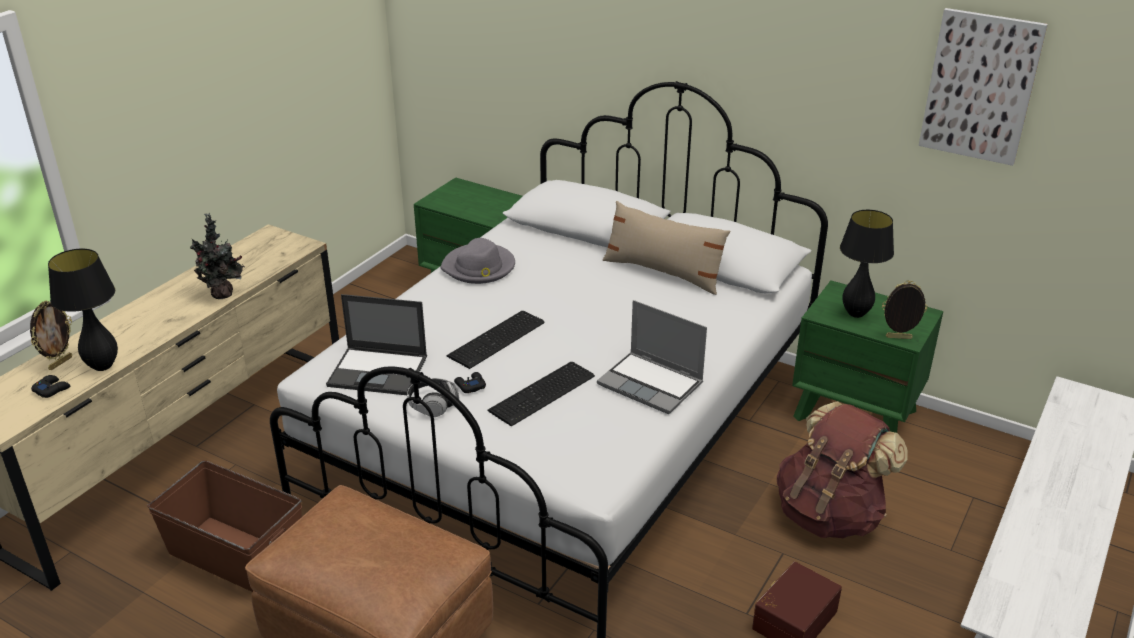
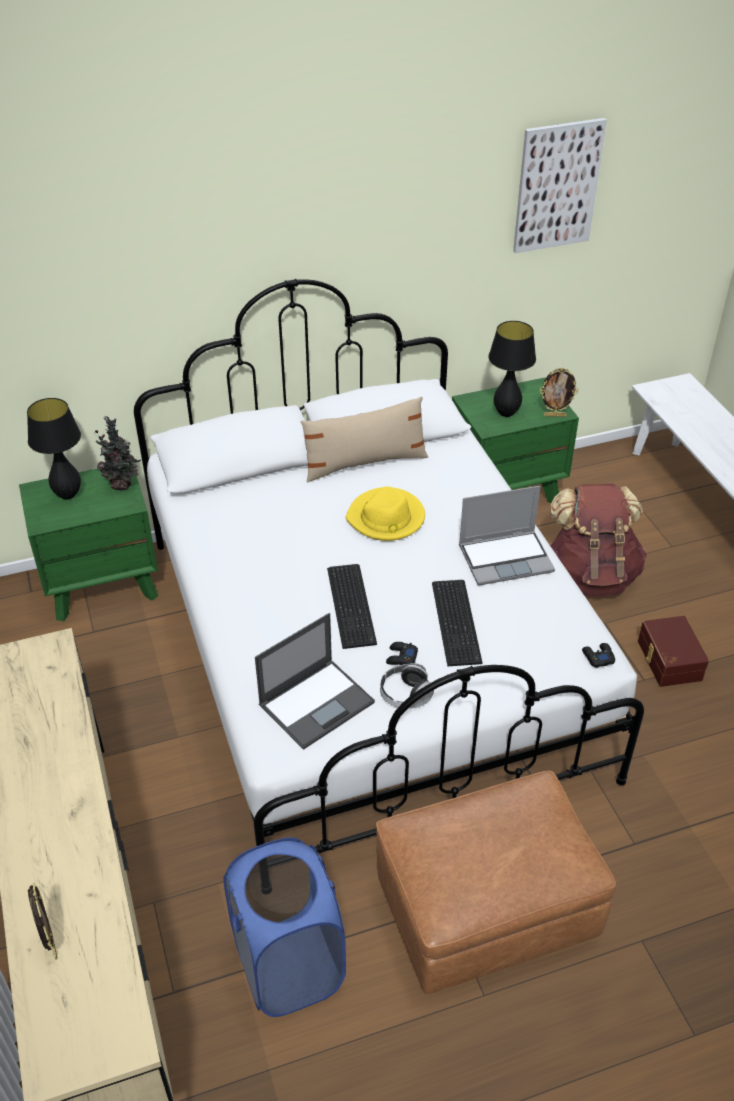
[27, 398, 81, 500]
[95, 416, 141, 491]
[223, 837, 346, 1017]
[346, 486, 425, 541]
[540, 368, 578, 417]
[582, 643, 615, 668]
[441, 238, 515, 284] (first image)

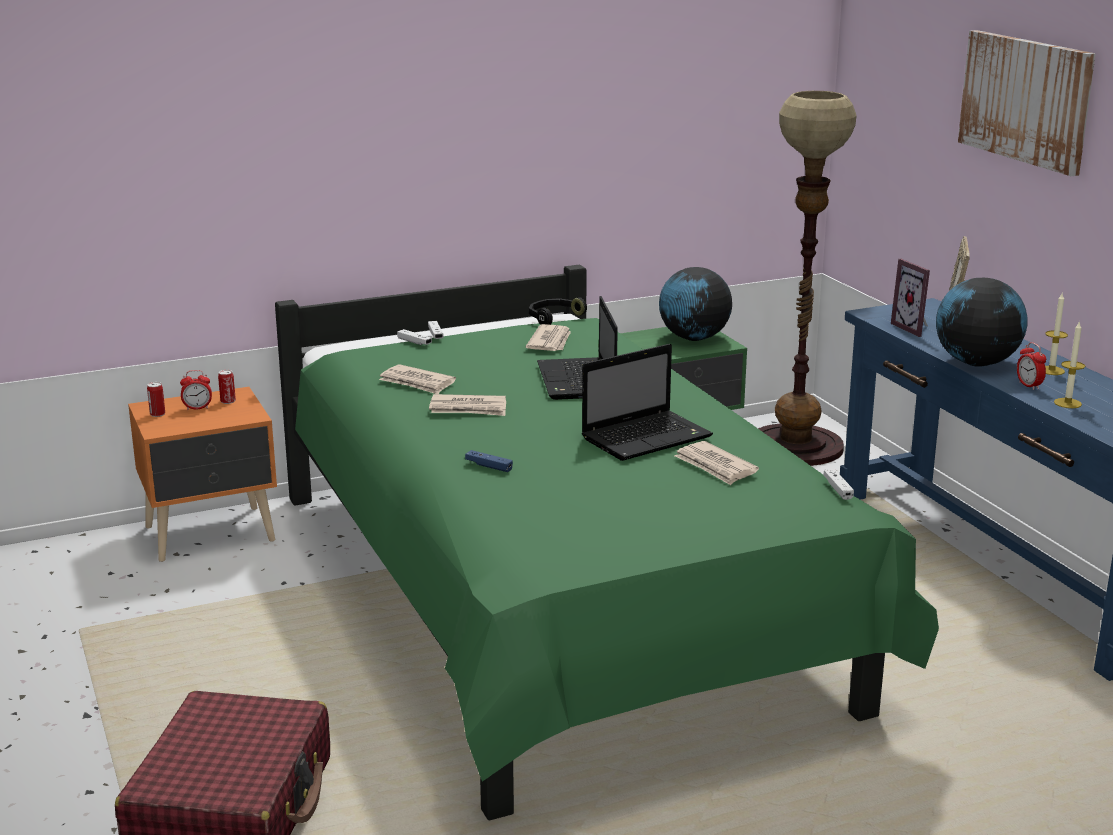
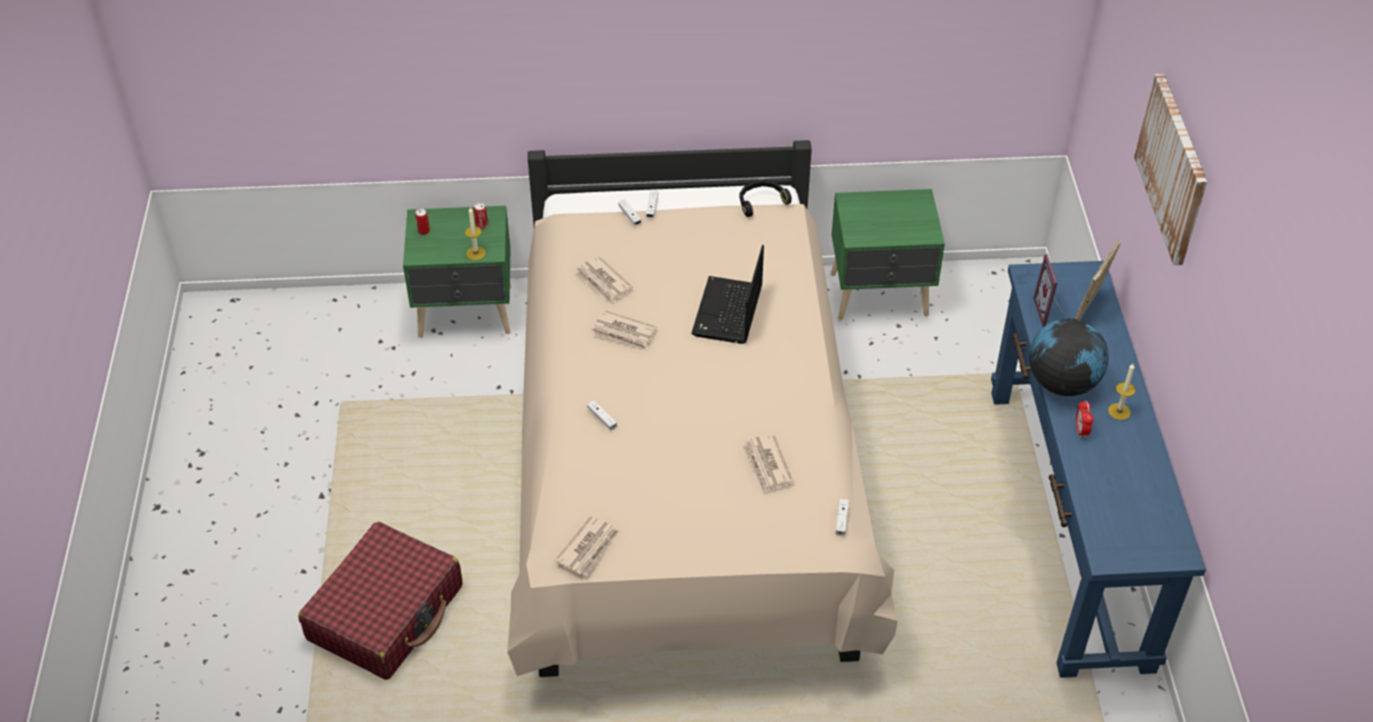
[403, 206, 511, 338]
[465, 207, 486, 260]
[507, 140, 898, 677]
[554, 515, 620, 576]
[587, 400, 617, 430]
[180, 370, 212, 410] (first image)
[582, 344, 713, 461] (first image)
[659, 267, 732, 341] (first image)
[758, 91, 857, 466] (first image)

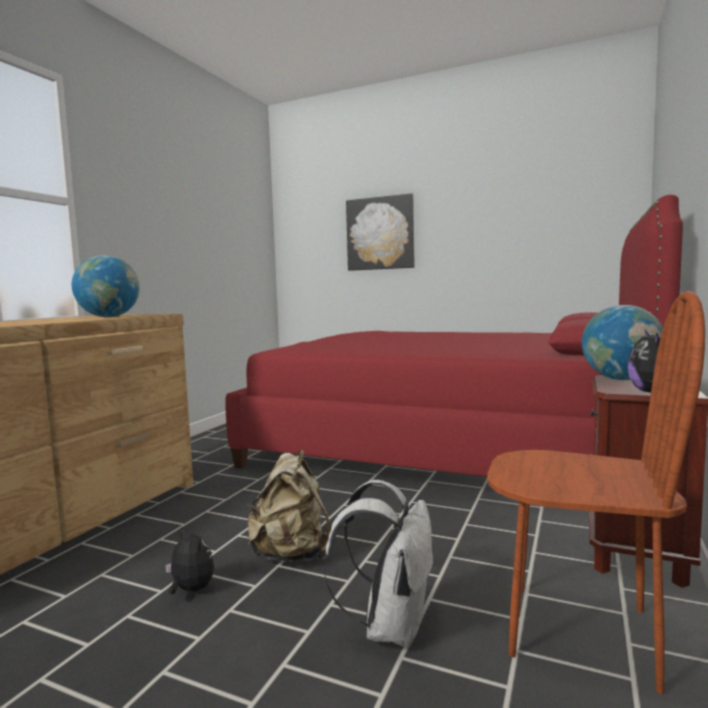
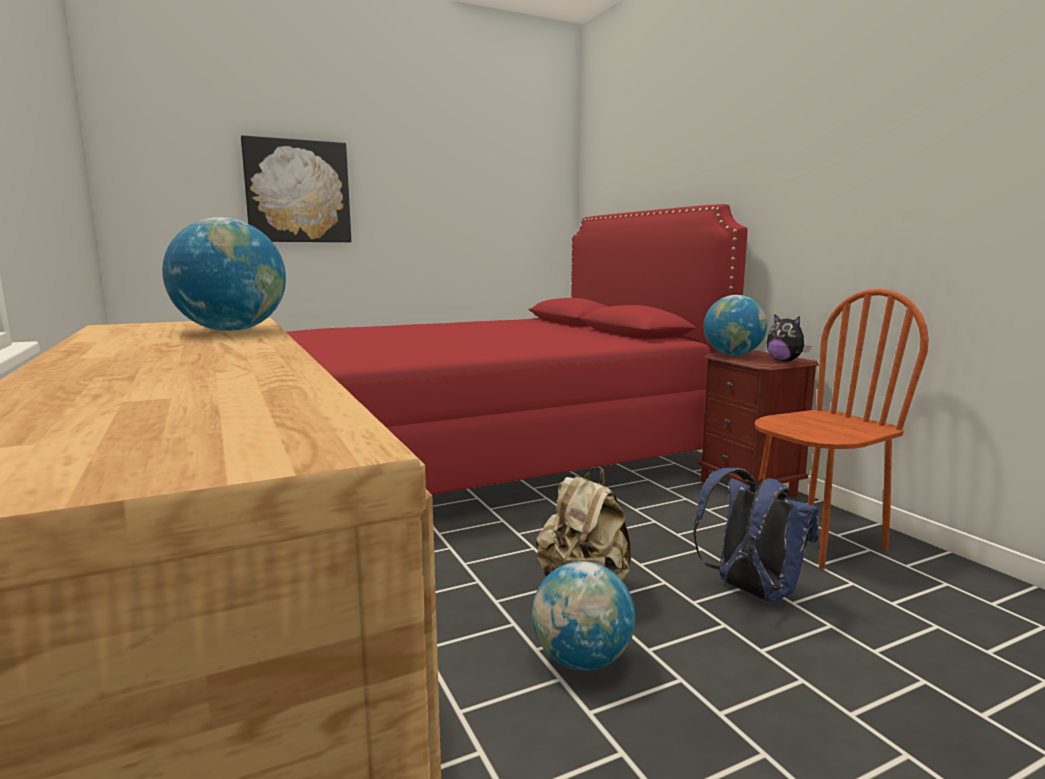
[532, 561, 635, 671]
[693, 468, 819, 602]

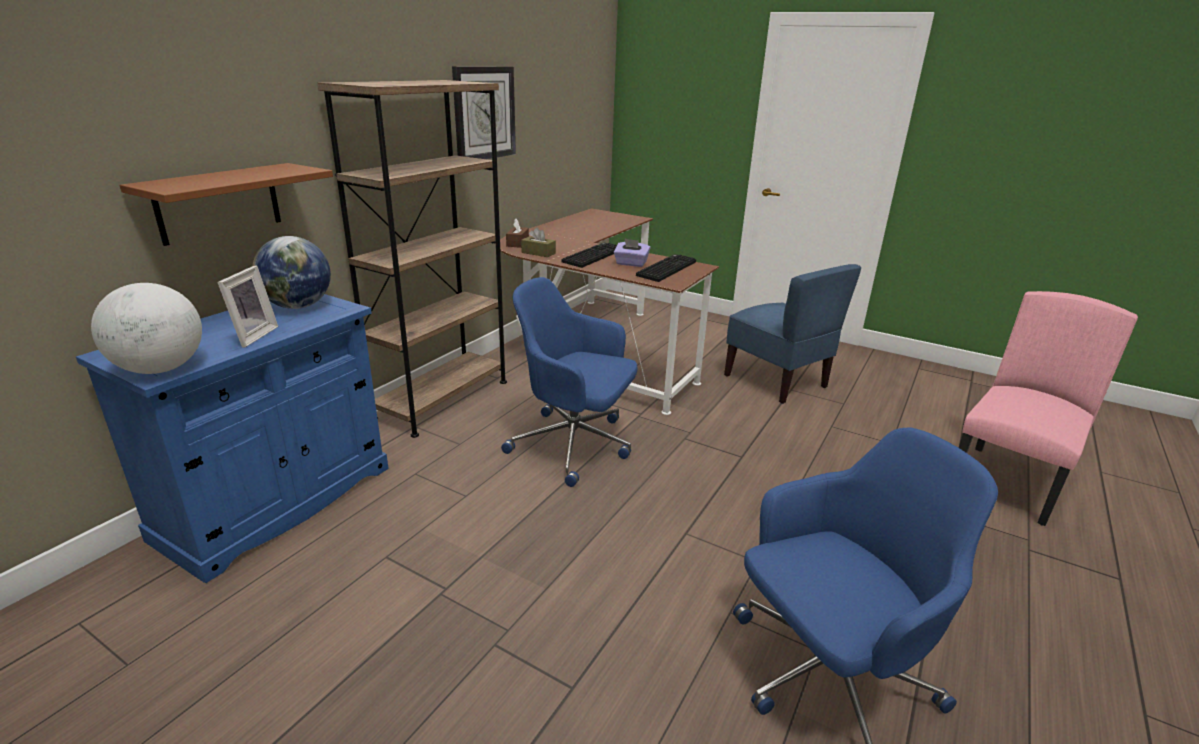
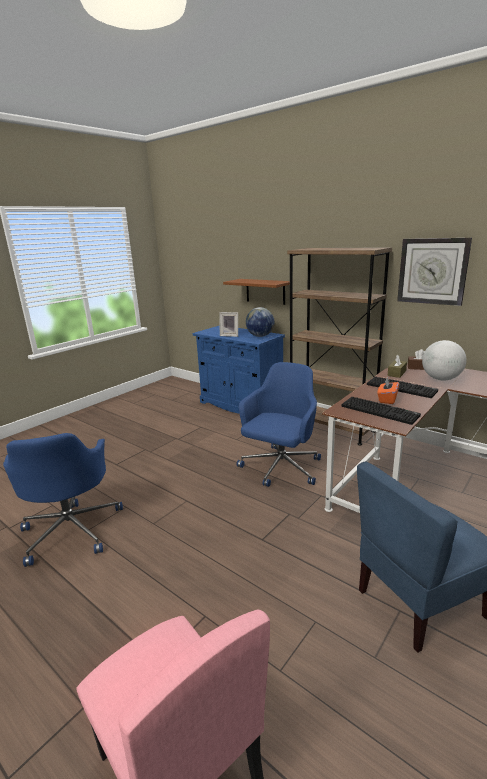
[377, 377, 399, 404]
[422, 340, 467, 380]

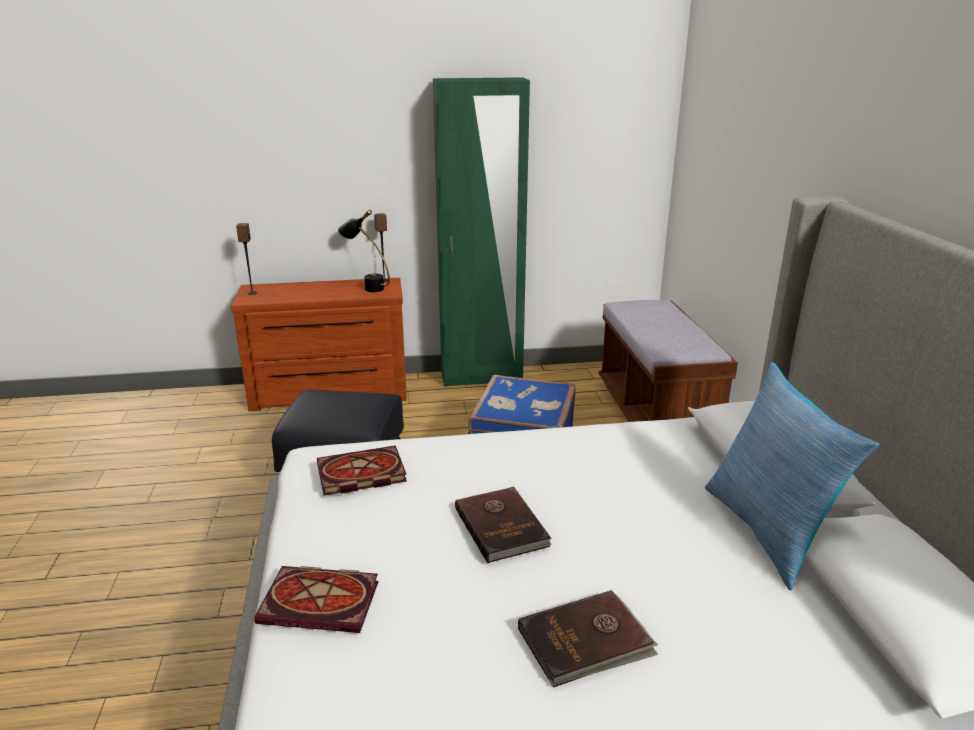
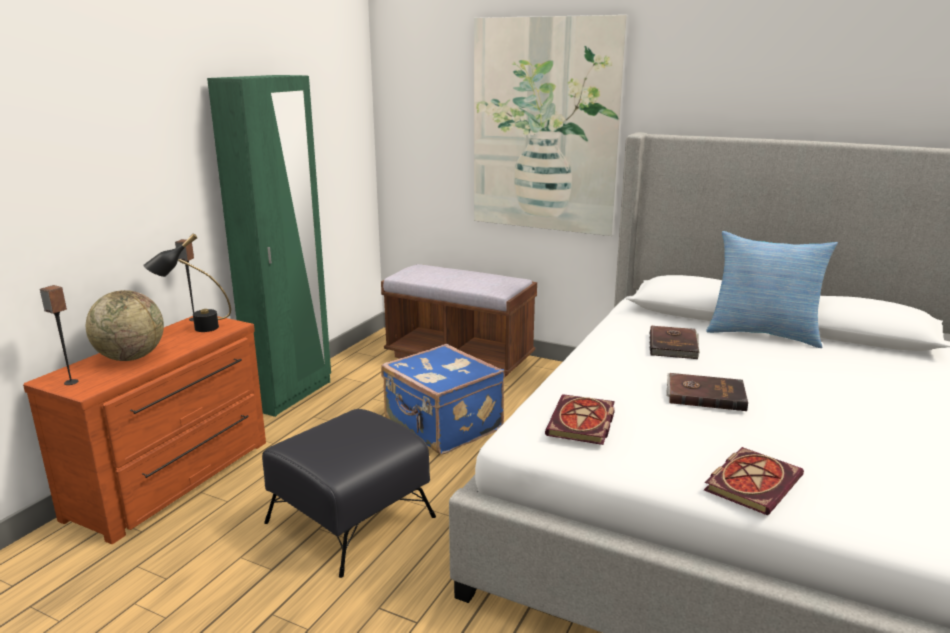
[86, 290, 164, 361]
[474, 15, 628, 236]
[650, 325, 700, 359]

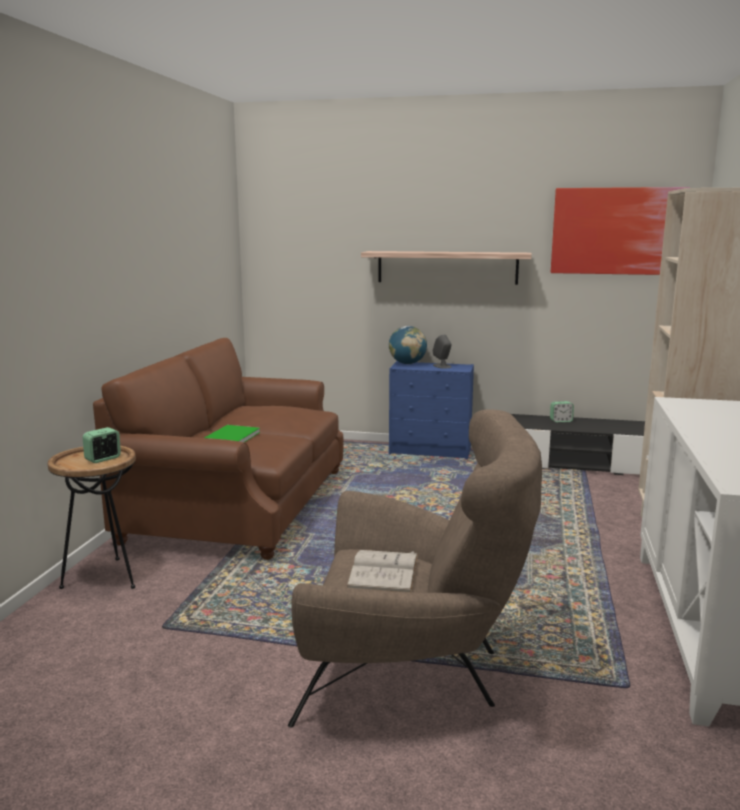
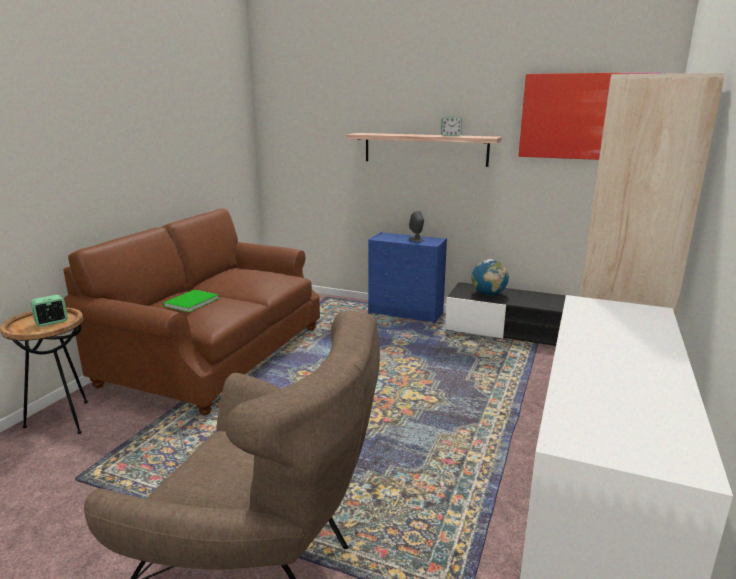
[441, 116, 462, 136]
[471, 259, 509, 296]
[346, 550, 418, 592] (first image)

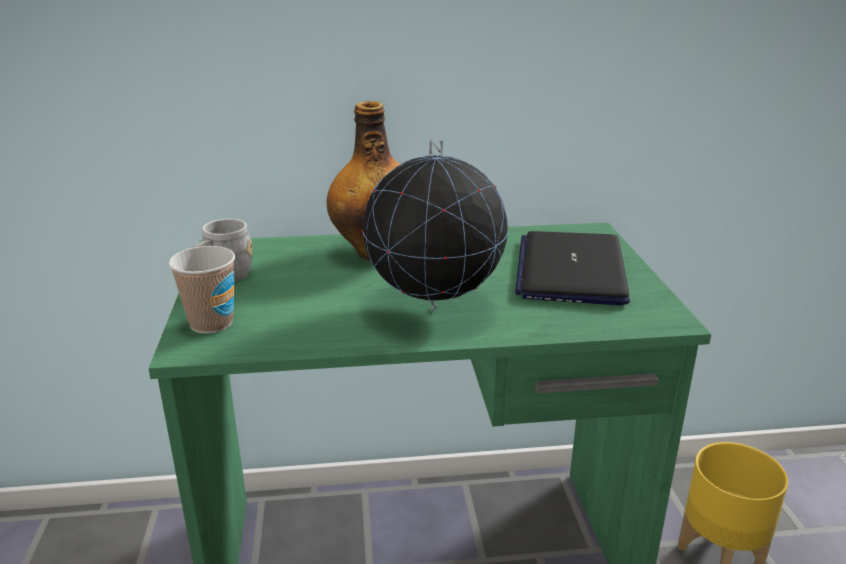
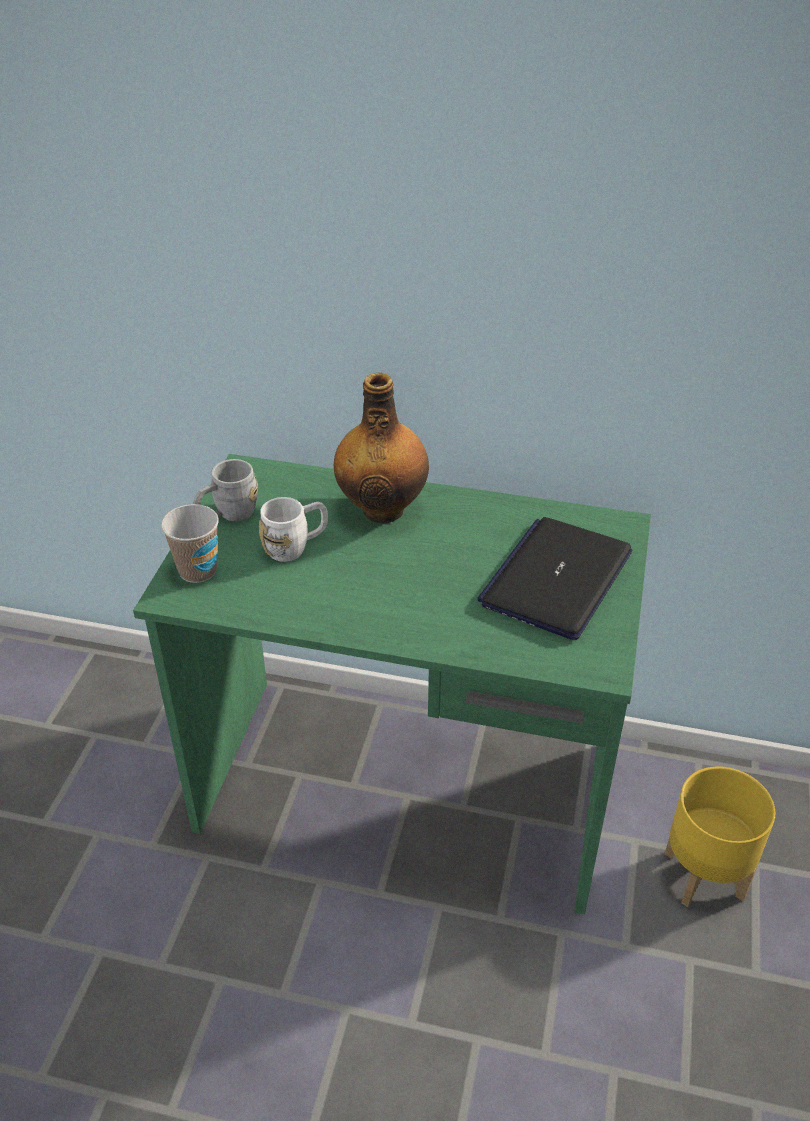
[259, 497, 328, 562]
[362, 140, 508, 310] (first image)

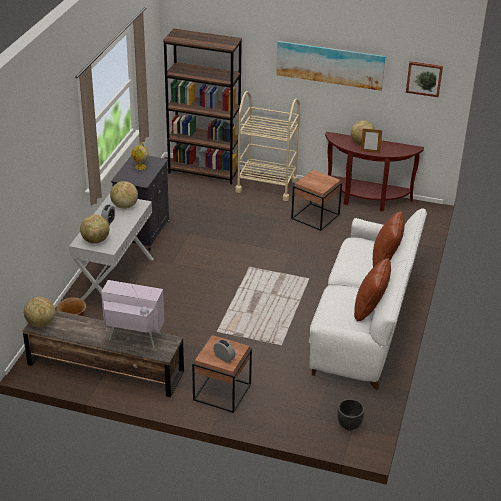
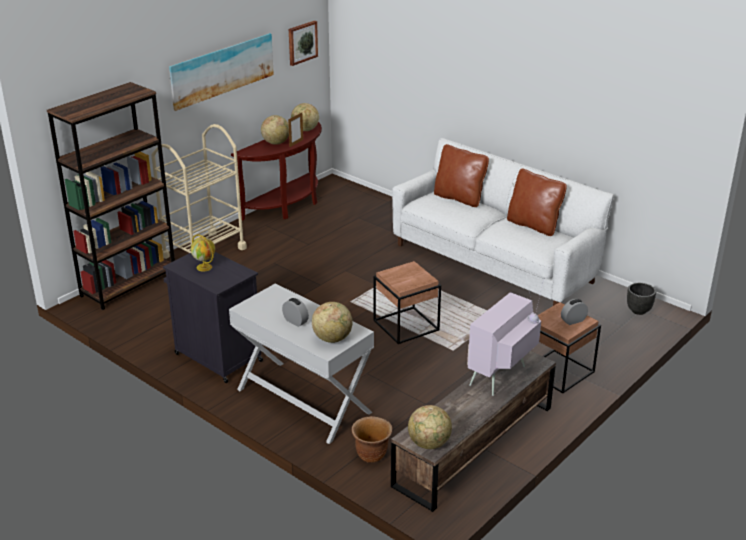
[291, 103, 319, 131]
[373, 261, 441, 344]

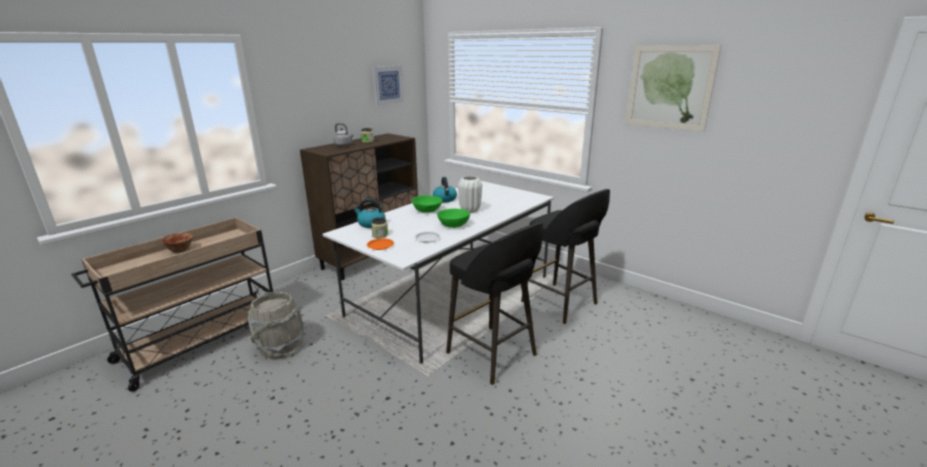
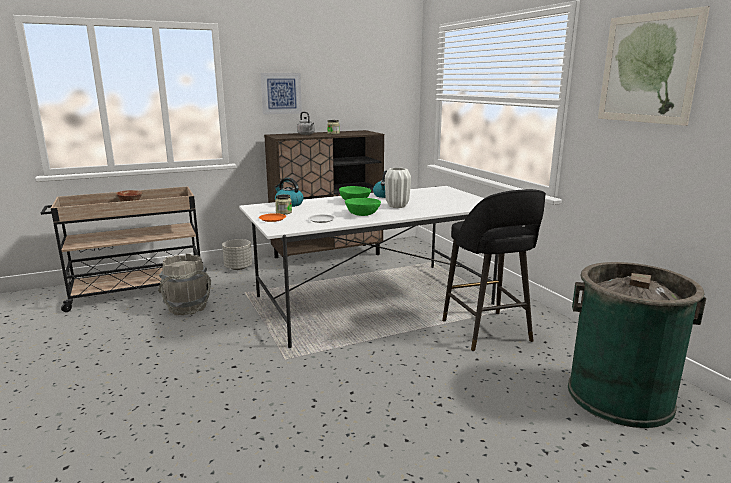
[222, 239, 252, 270]
[261, 73, 302, 114]
[568, 262, 706, 428]
[446, 222, 543, 385] (first image)

